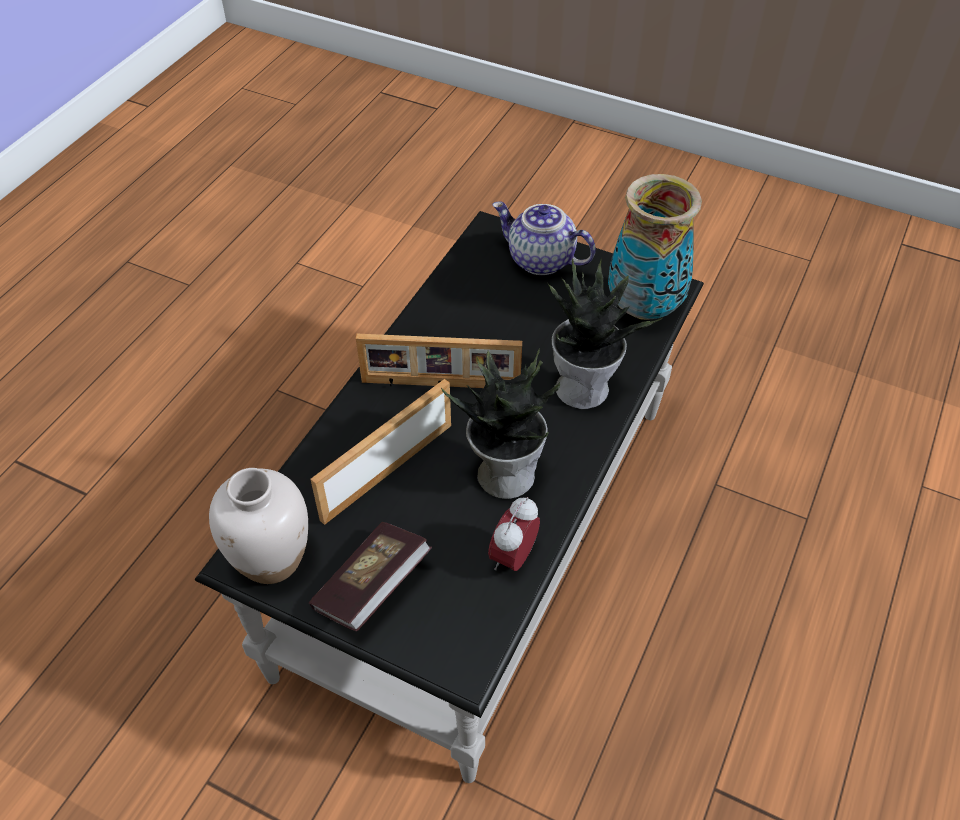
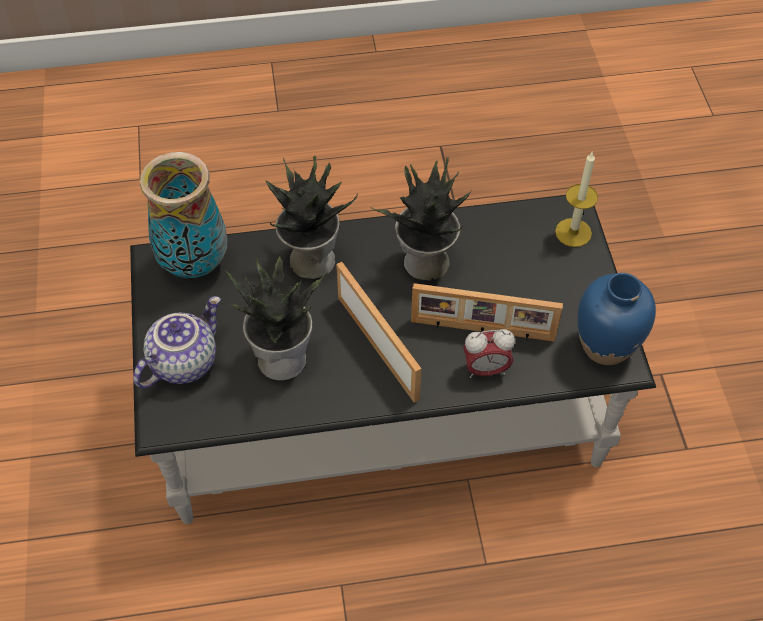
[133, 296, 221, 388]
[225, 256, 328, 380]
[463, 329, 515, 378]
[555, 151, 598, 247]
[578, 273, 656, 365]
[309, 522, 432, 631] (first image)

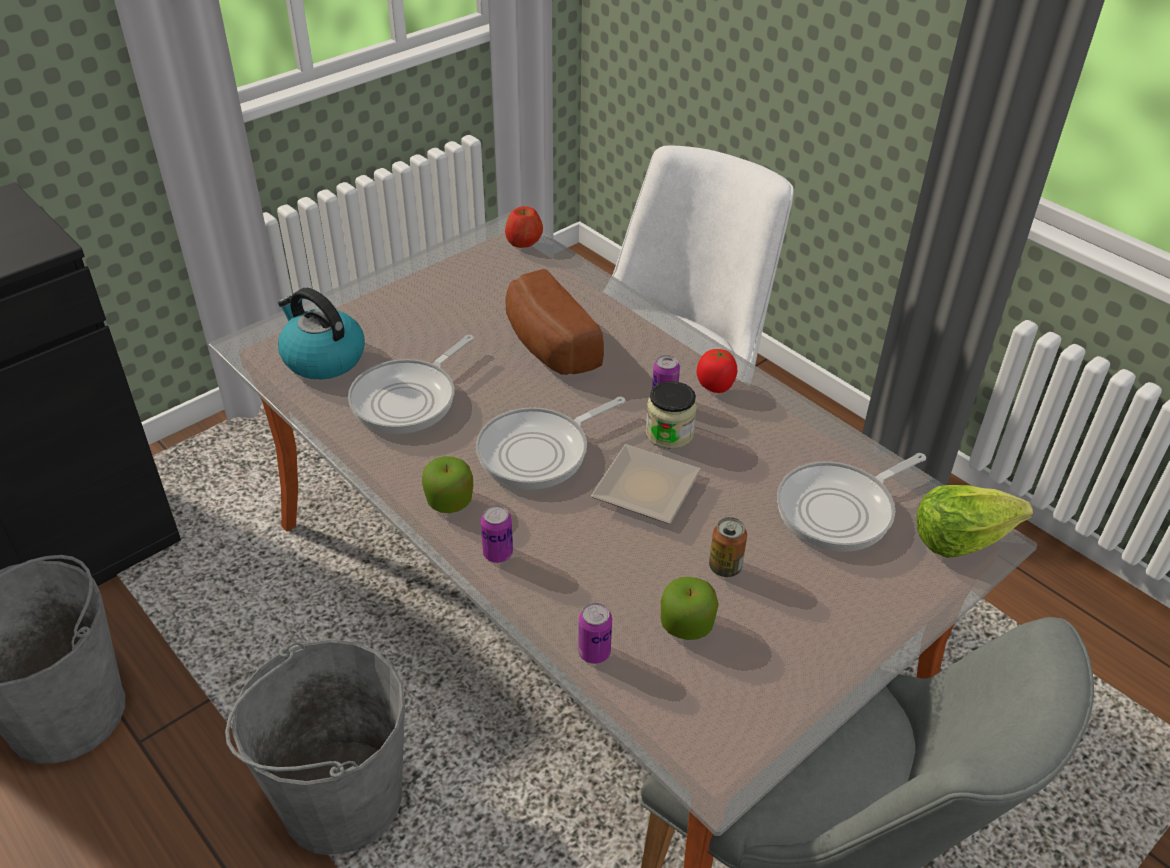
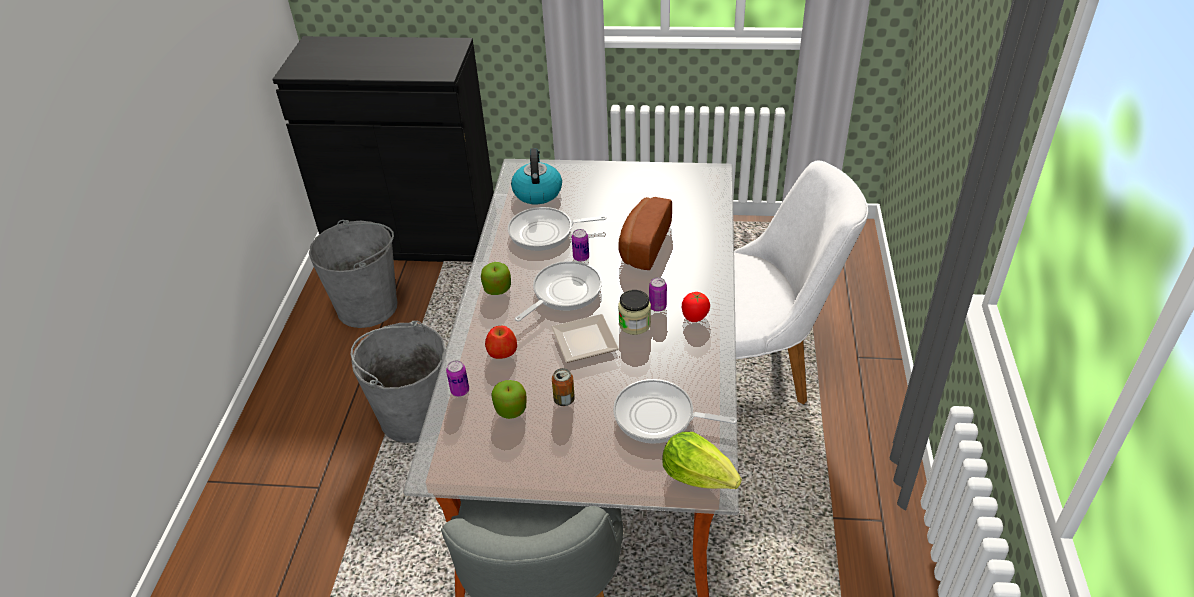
[485, 326, 517, 359]
[515, 261, 602, 321]
[572, 229, 589, 262]

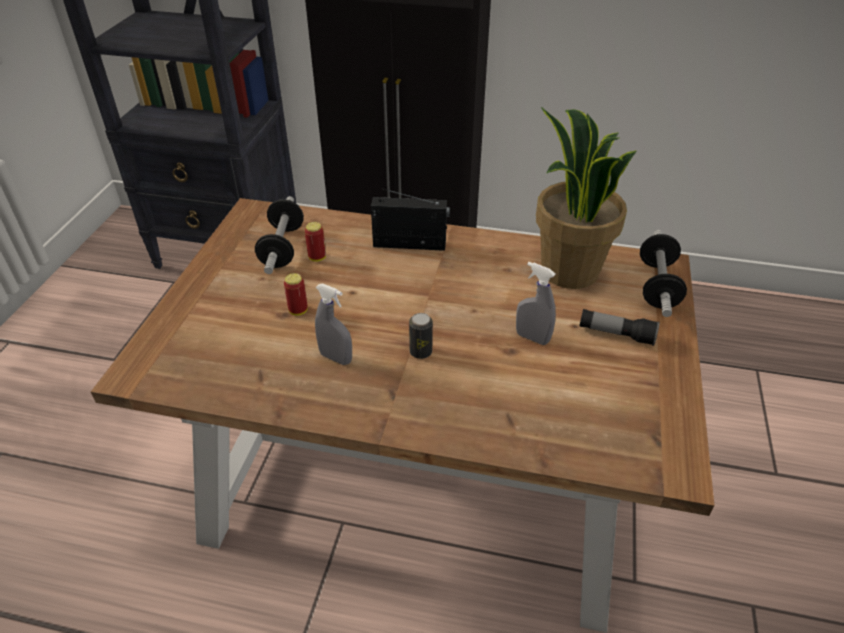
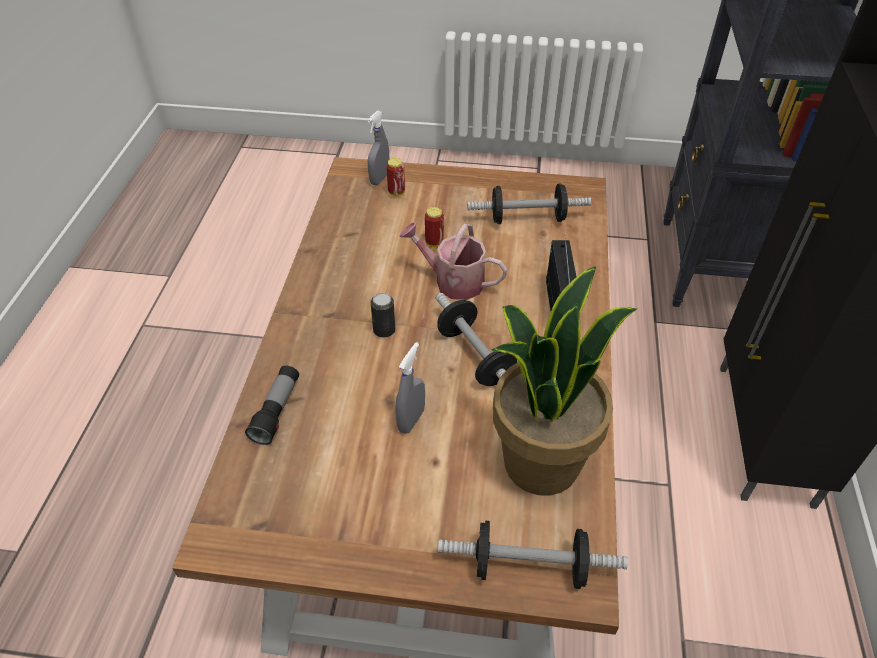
[245, 366, 299, 445]
[368, 110, 390, 185]
[386, 158, 405, 196]
[399, 222, 507, 300]
[436, 293, 517, 386]

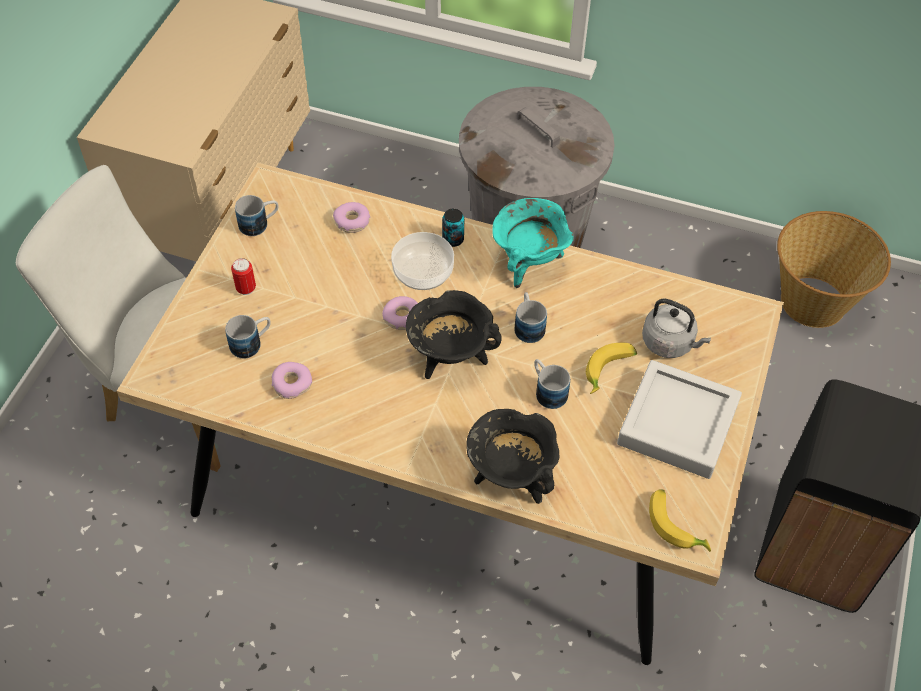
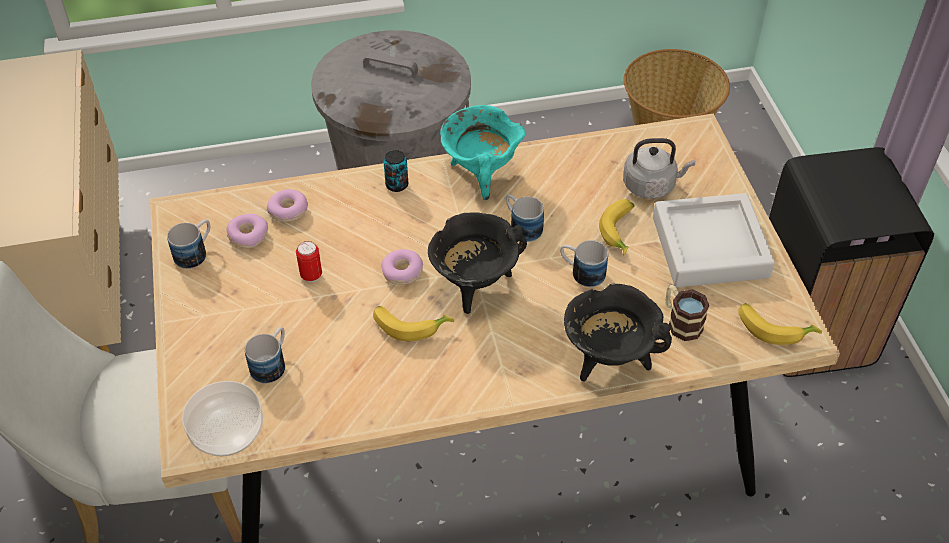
[182, 381, 263, 456]
[226, 214, 268, 249]
[296, 241, 322, 282]
[373, 306, 454, 341]
[666, 285, 709, 341]

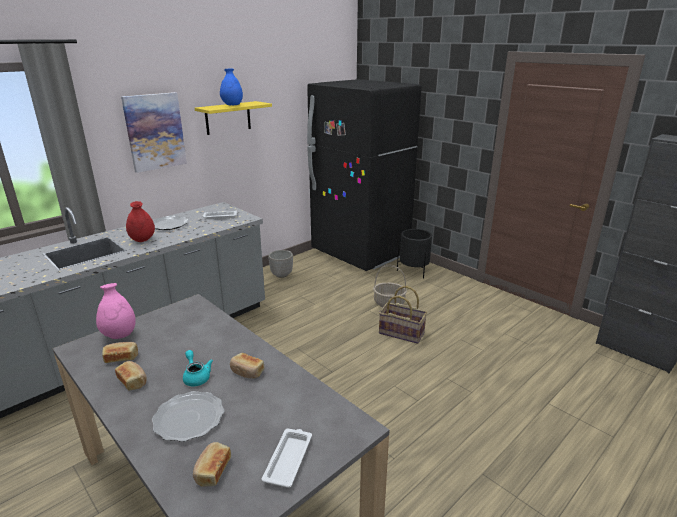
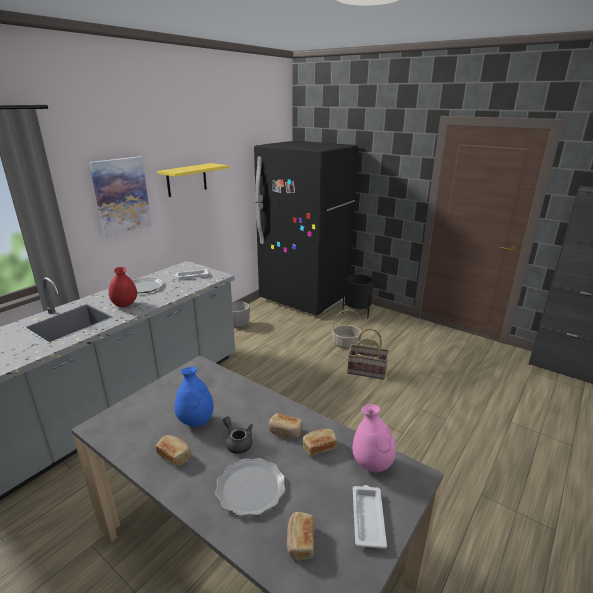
[175, 367, 214, 427]
[223, 417, 253, 454]
[303, 429, 337, 456]
[352, 404, 396, 472]

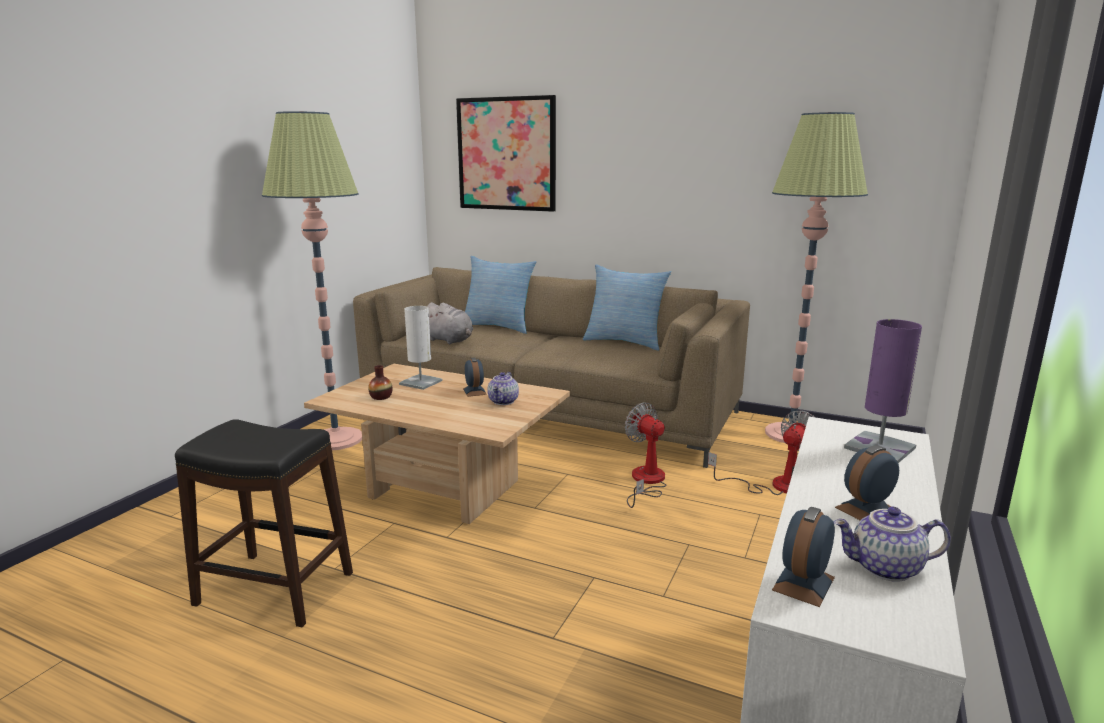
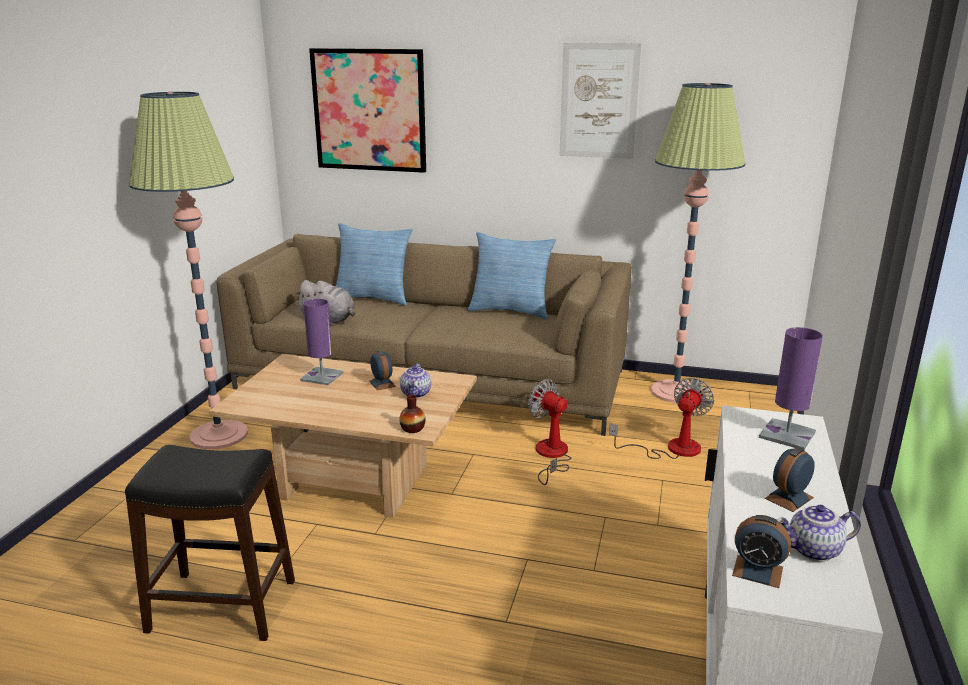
[300, 299, 344, 385]
[399, 395, 426, 433]
[560, 43, 641, 159]
[732, 515, 791, 588]

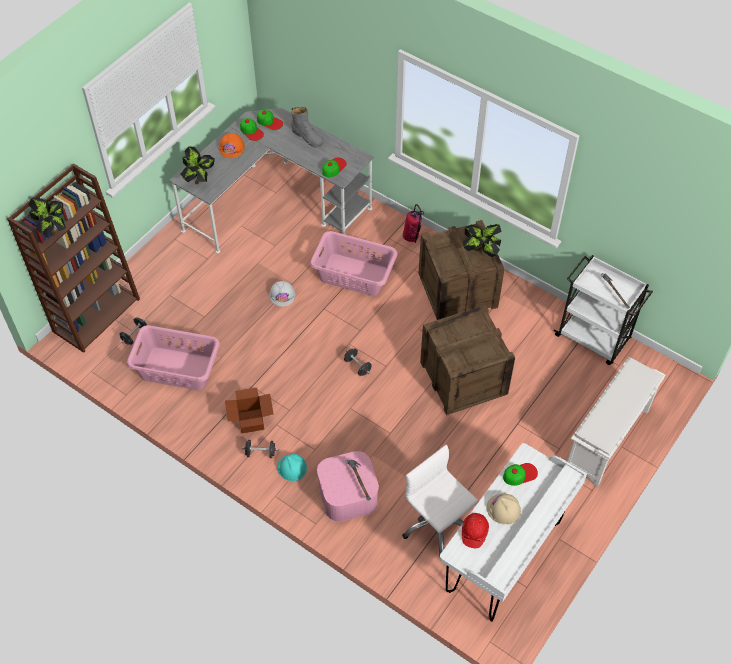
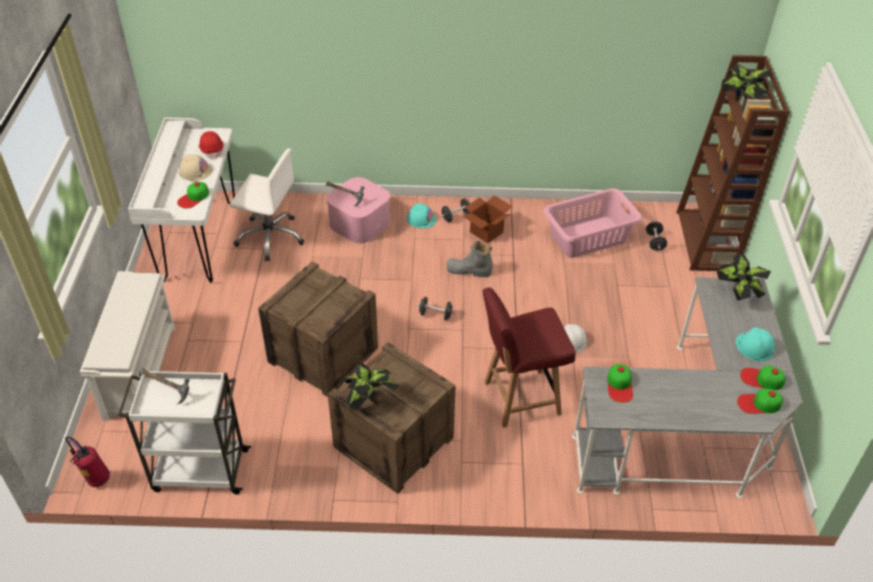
[65, 437, 110, 487]
[446, 241, 493, 277]
[483, 287, 576, 428]
[735, 327, 775, 361]

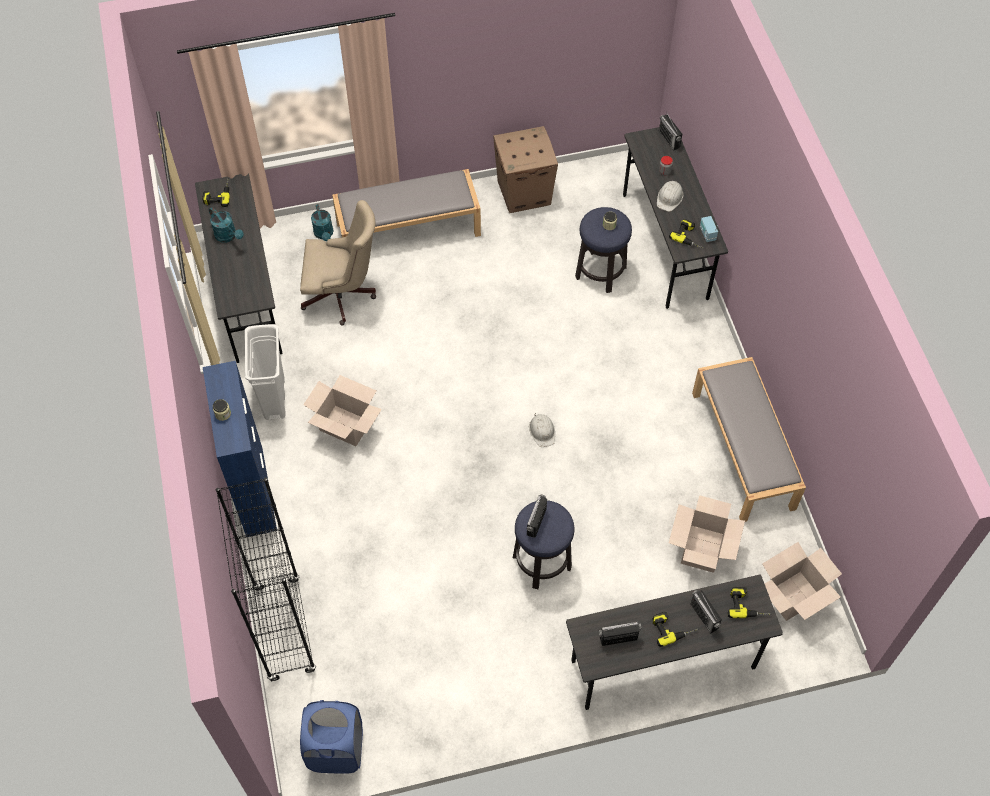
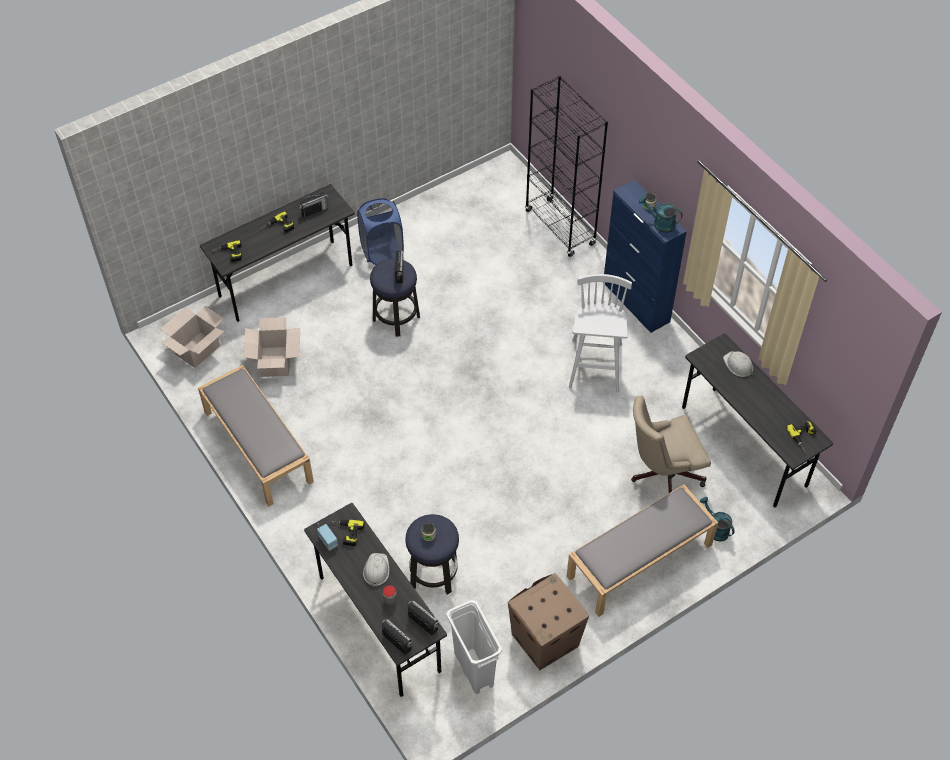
[357, 198, 404, 265]
[407, 600, 439, 635]
[446, 600, 502, 694]
[569, 274, 632, 393]
[639, 196, 682, 233]
[723, 351, 753, 377]

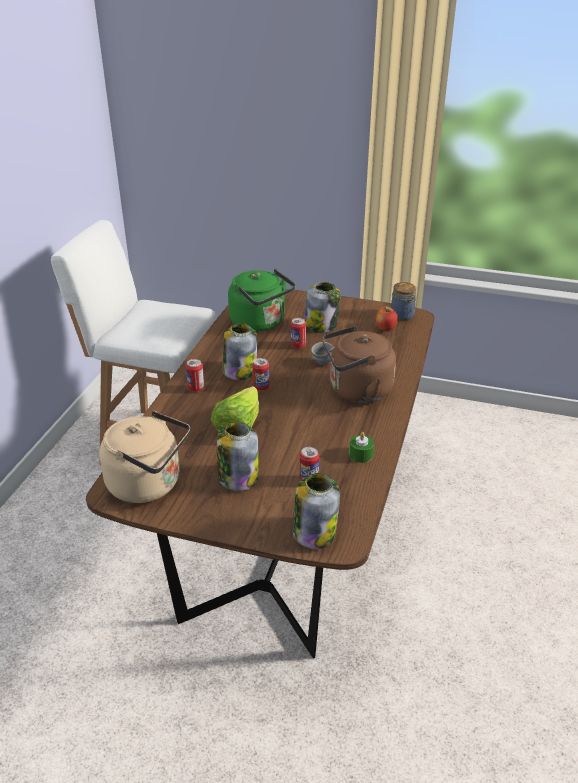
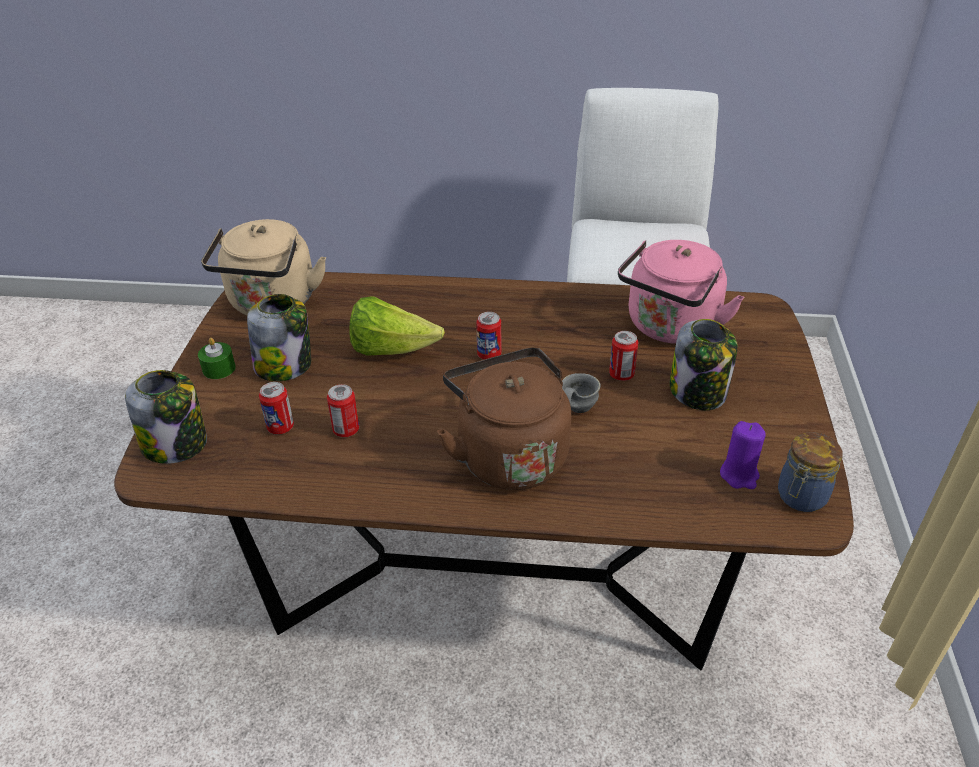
[198, 338, 236, 379]
[327, 384, 359, 437]
[618, 240, 745, 344]
[720, 421, 766, 489]
[223, 323, 257, 380] (first image)

